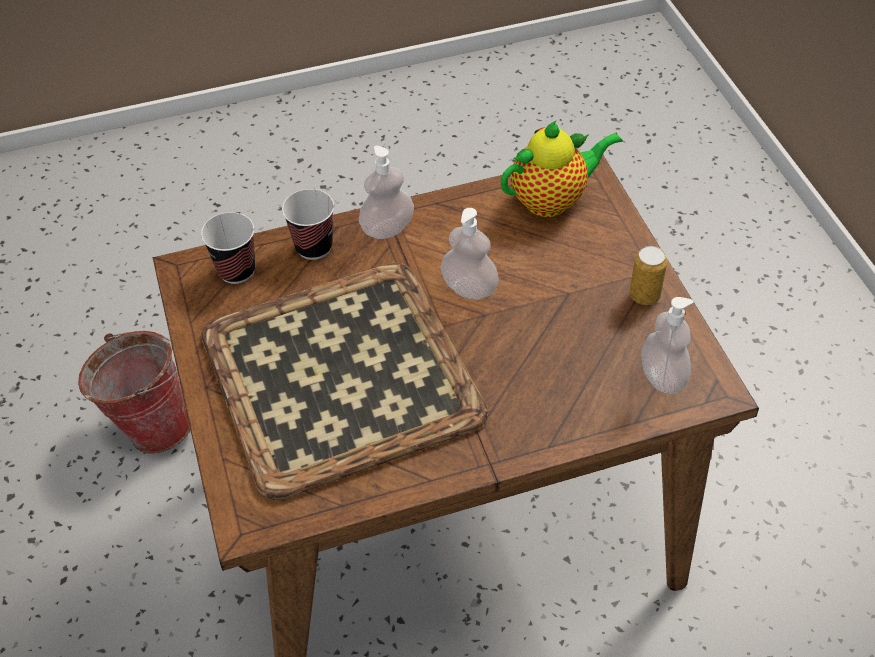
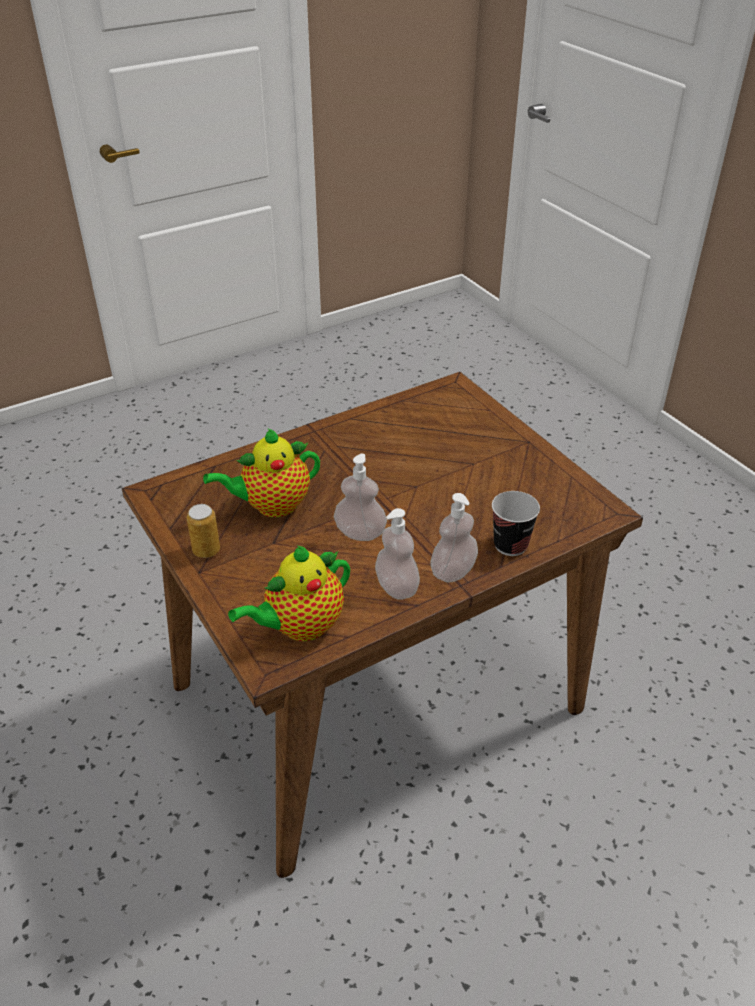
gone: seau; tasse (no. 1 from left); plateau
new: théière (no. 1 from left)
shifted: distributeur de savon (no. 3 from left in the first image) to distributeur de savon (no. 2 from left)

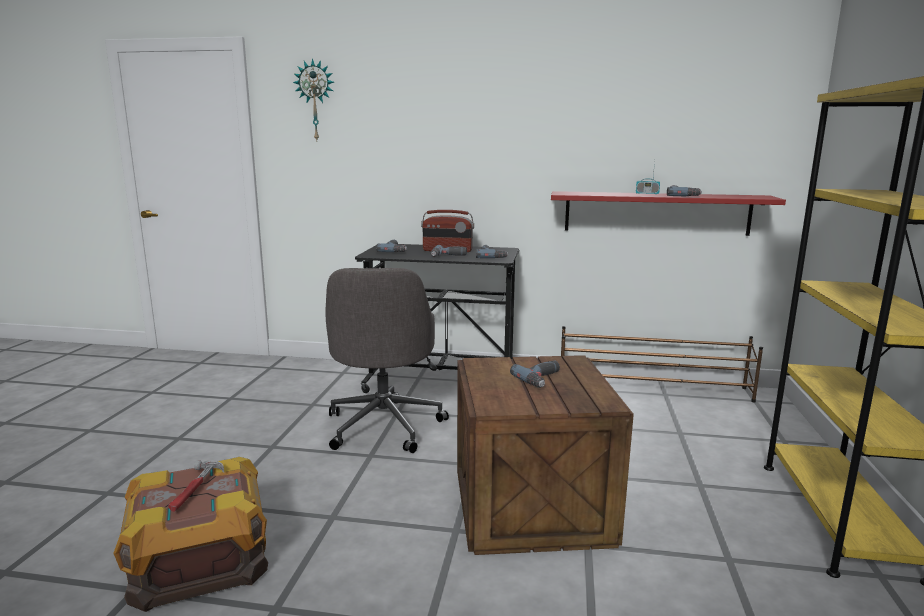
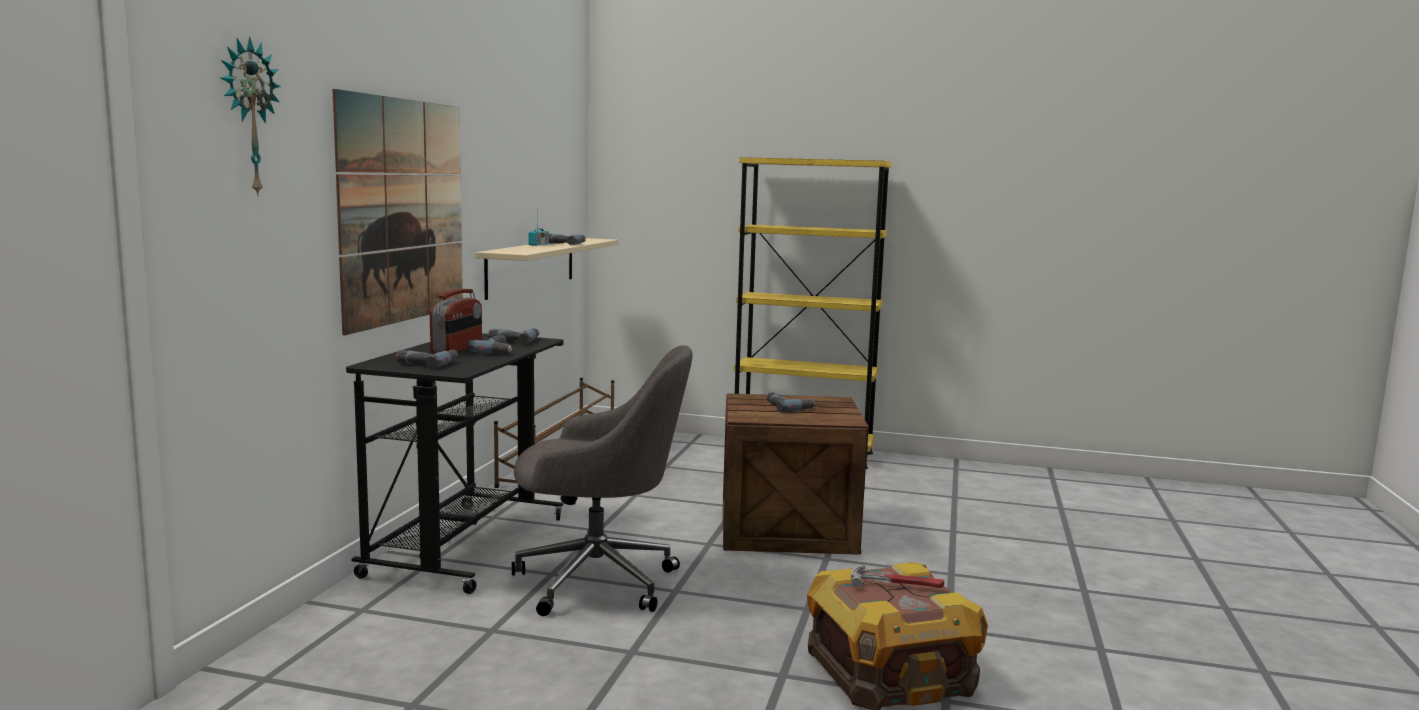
new: tableau
repainted: étagère (rouge) to étagère (beige)

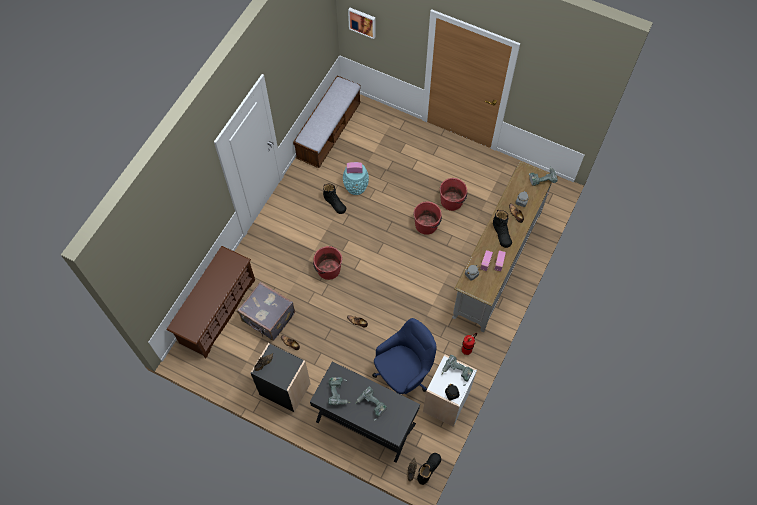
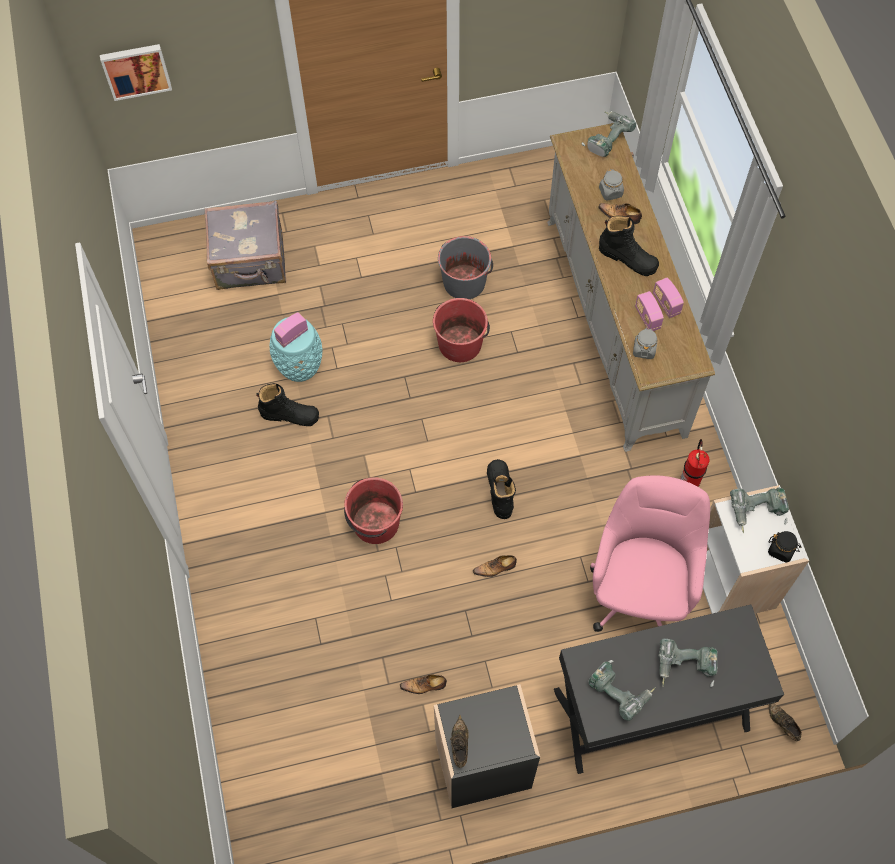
gone: étagère à chaussures (marron); banc
shifted: valise (gris); botte (noir) (no. 2 from left)
repainted: chaise de bureau (bleu) to chaise de bureau (rose); seau (rouge) (no. 3 from left) to seau (gris)

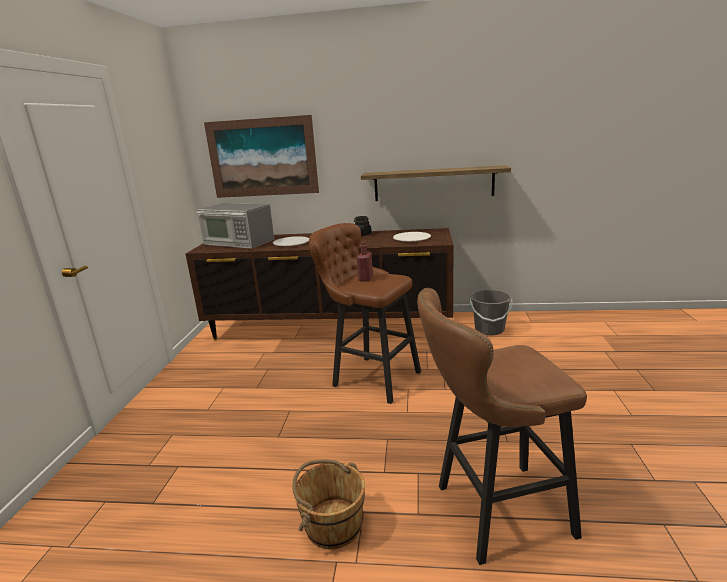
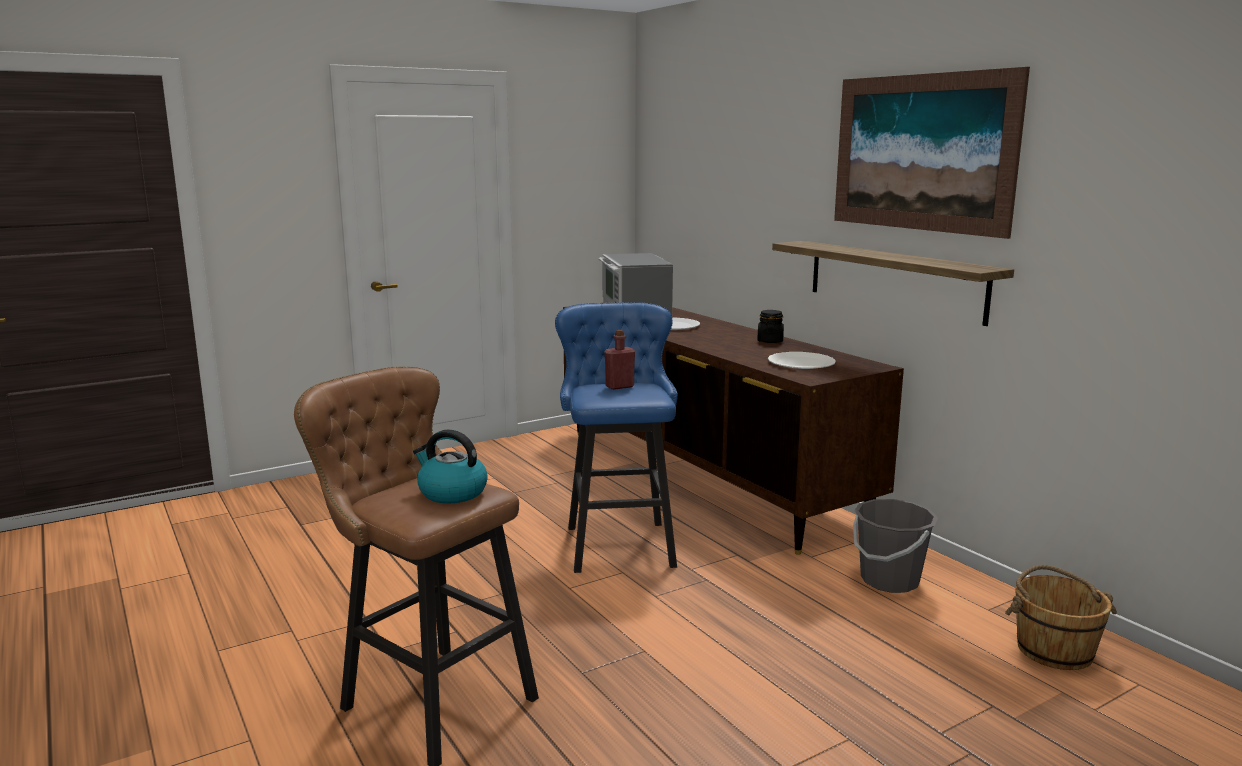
new: bouilloire
shifted: tableau; seau (marron)
repainted: tabouret (marron) (no. 1 from left) to tabouret (bleu)

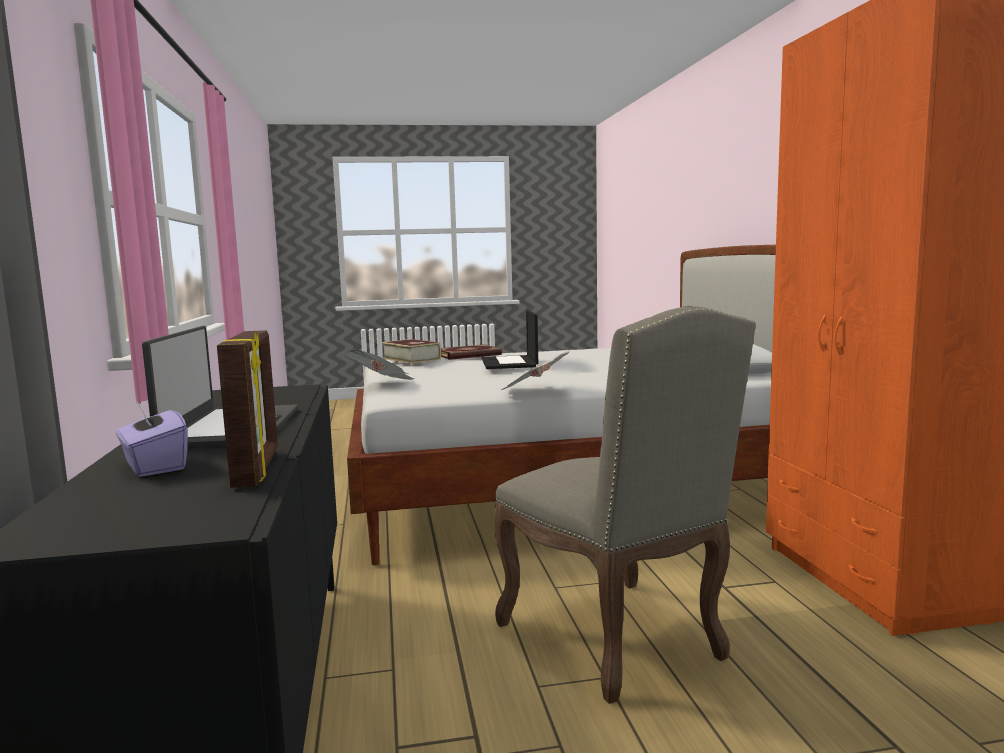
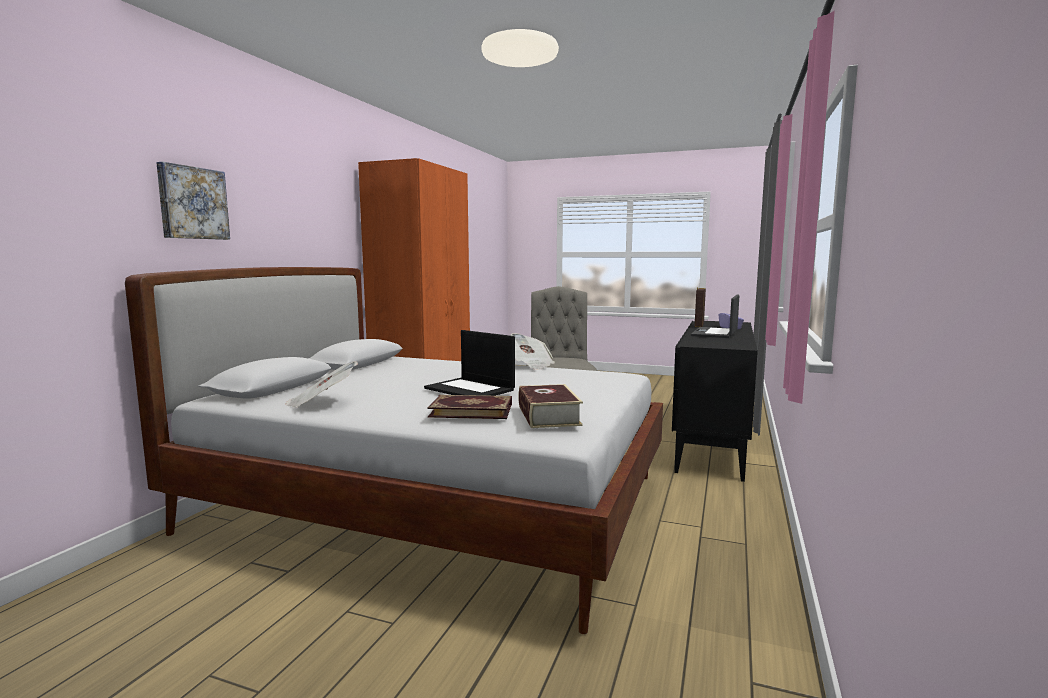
new: tableau
shifted: journal (no. 1 from left)
rotated: ordinateur portable (no. 2 from left in the first image) 105 degrees clockwise

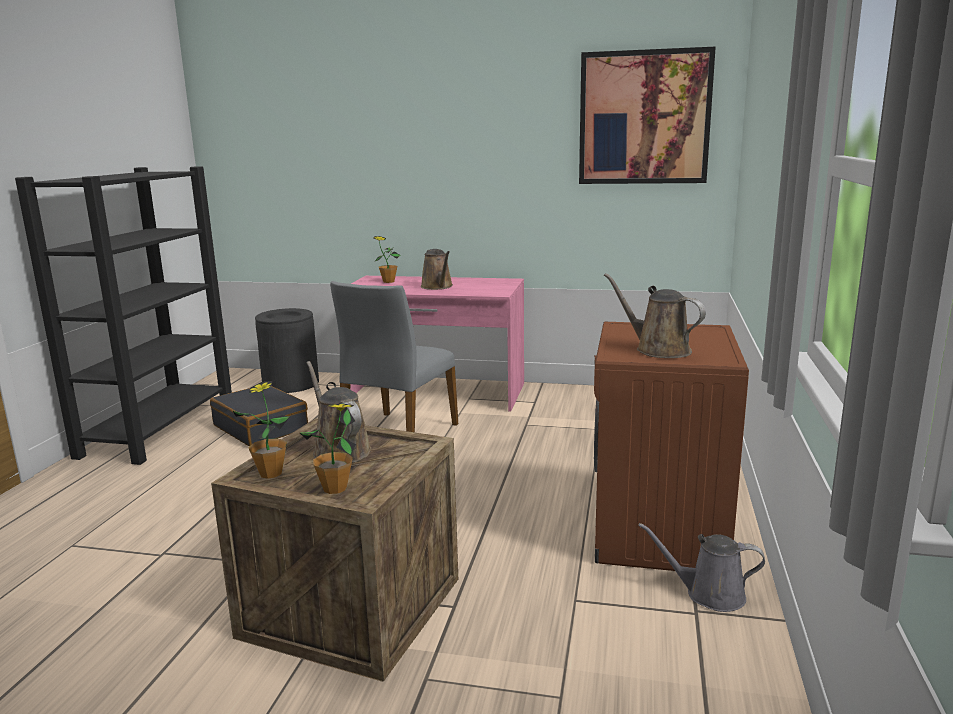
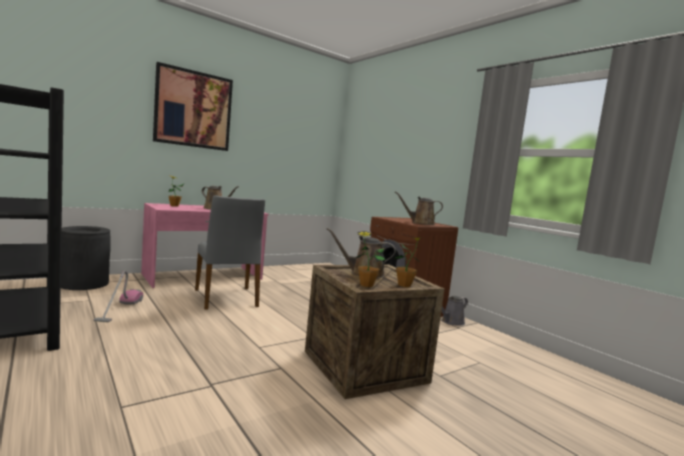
shifted: tableau
swapped: valise (noir) to aspirateur

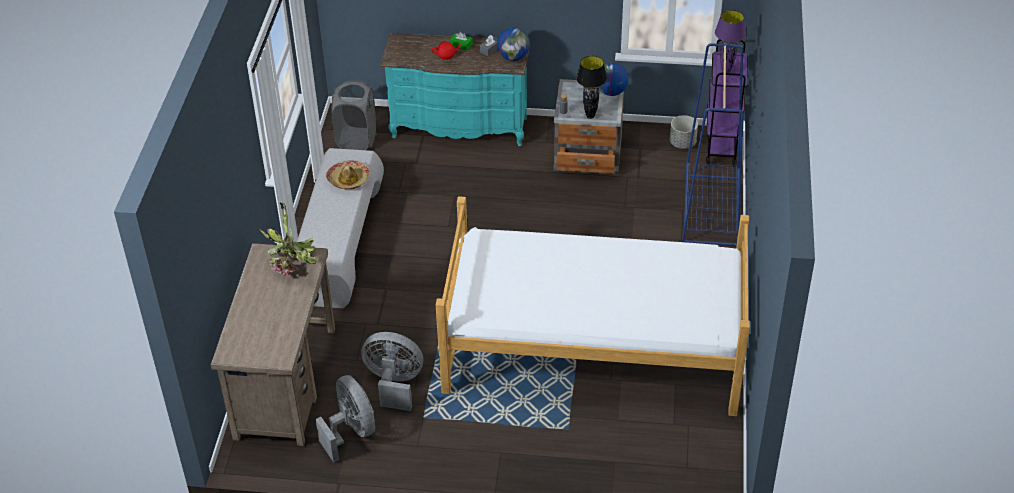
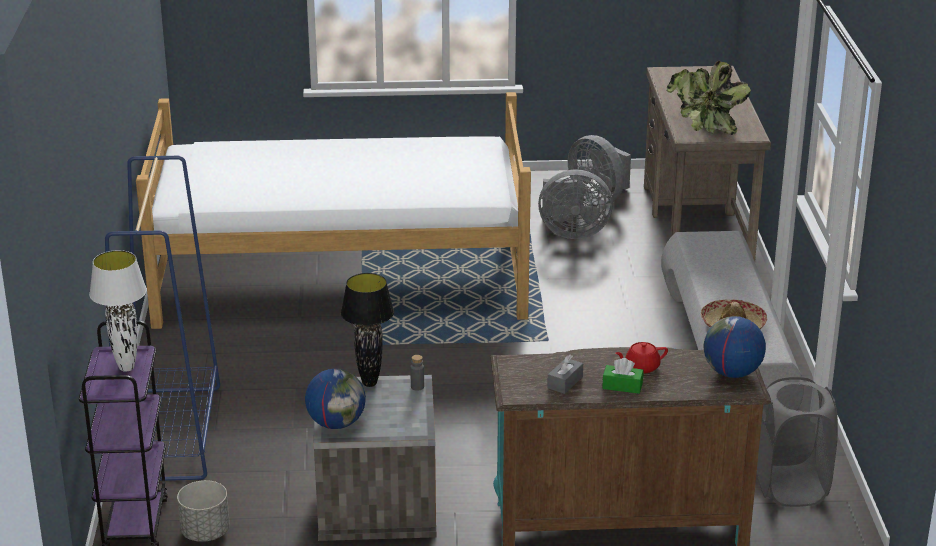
shifted: globe (no. 1 from left in the first image) to globe (no. 2 from left)
repainted: lampe de table (violet) to lampe de table (blanc)

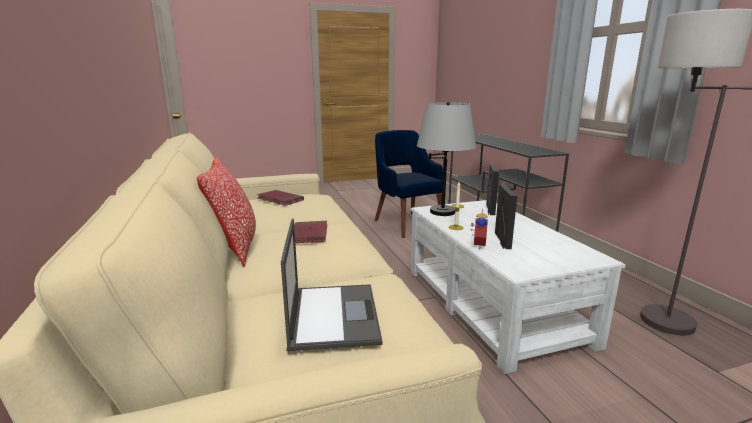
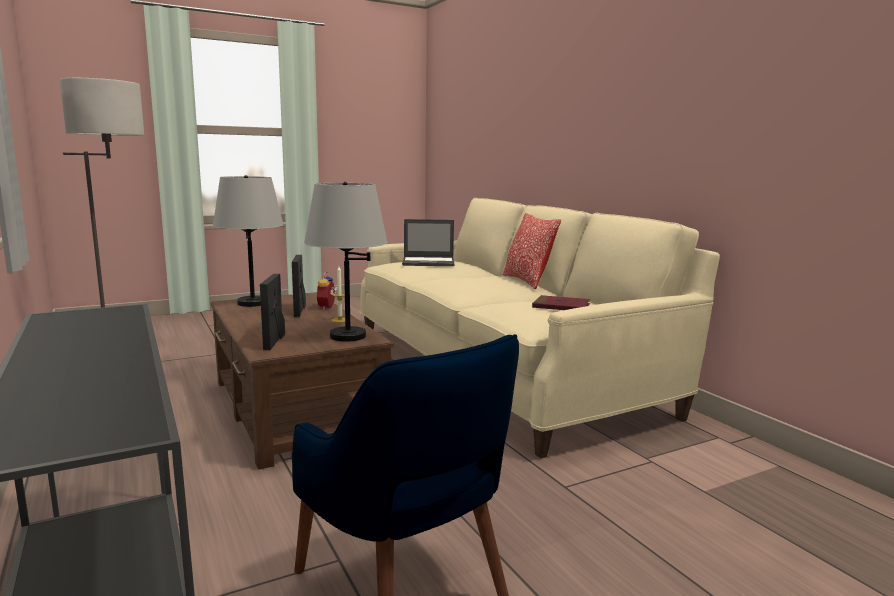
gone: livre (rouge) (no. 2 from left)
new: lampe de table (gris) (no. 1 from left)
repainted: table basse (blanc) to table basse (marron)
rotated: ordinateur portable 75 degrees counterclockwise

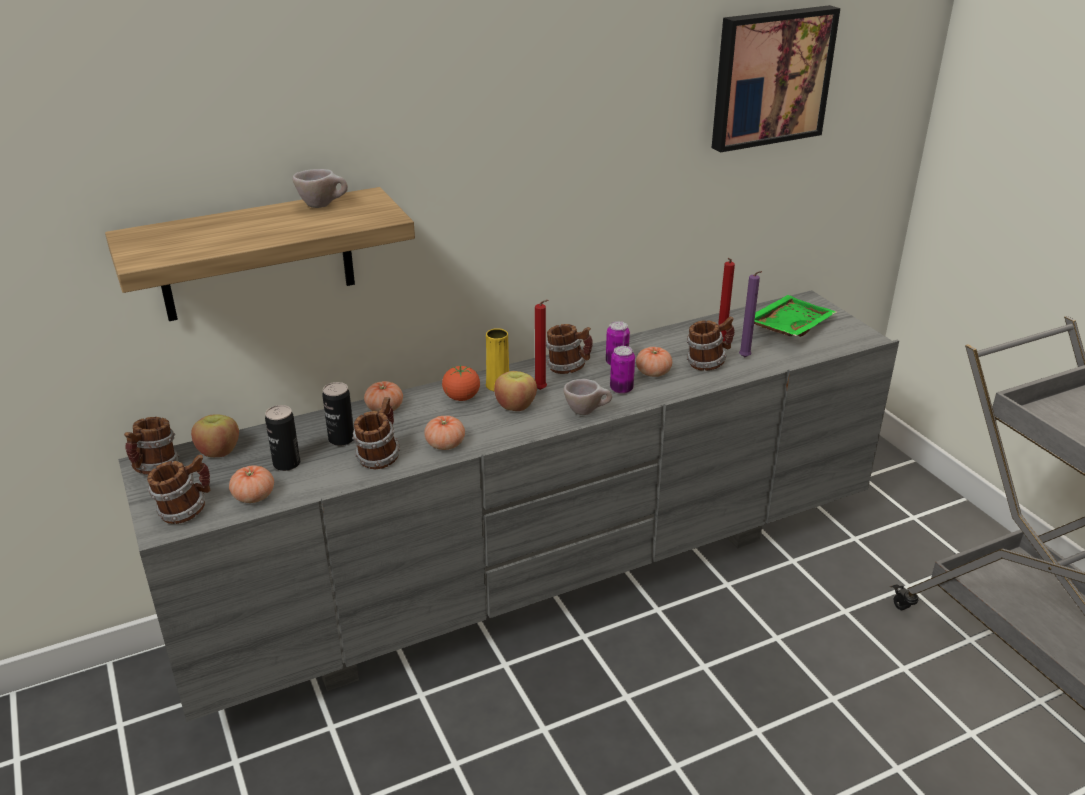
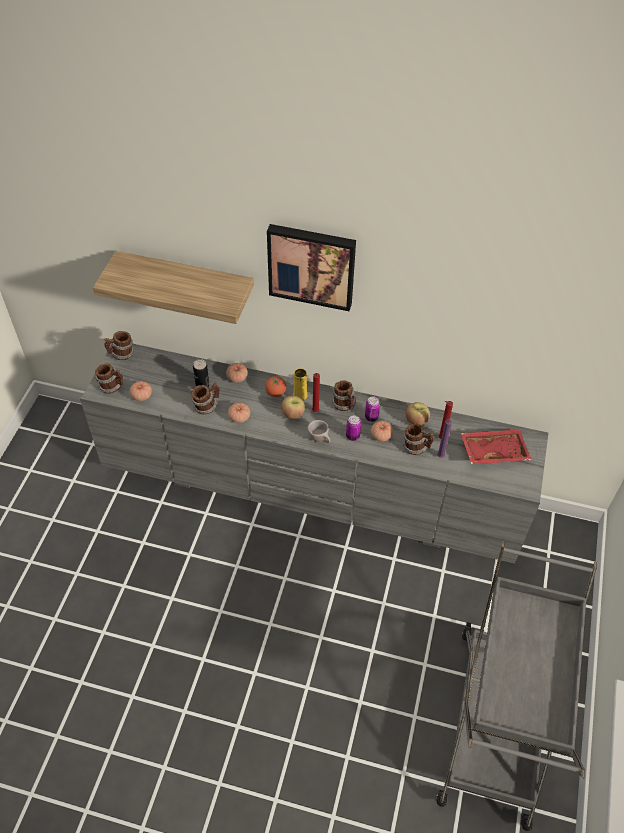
gone: boîte métallique (no. 1 from left); tasse (beige) (no. 1 from left)
shifted: pomme (no. 1 from left in the first image) to pomme (no. 2 from left); tableau
repainted: plateau (vert) to plateau (rouge)

